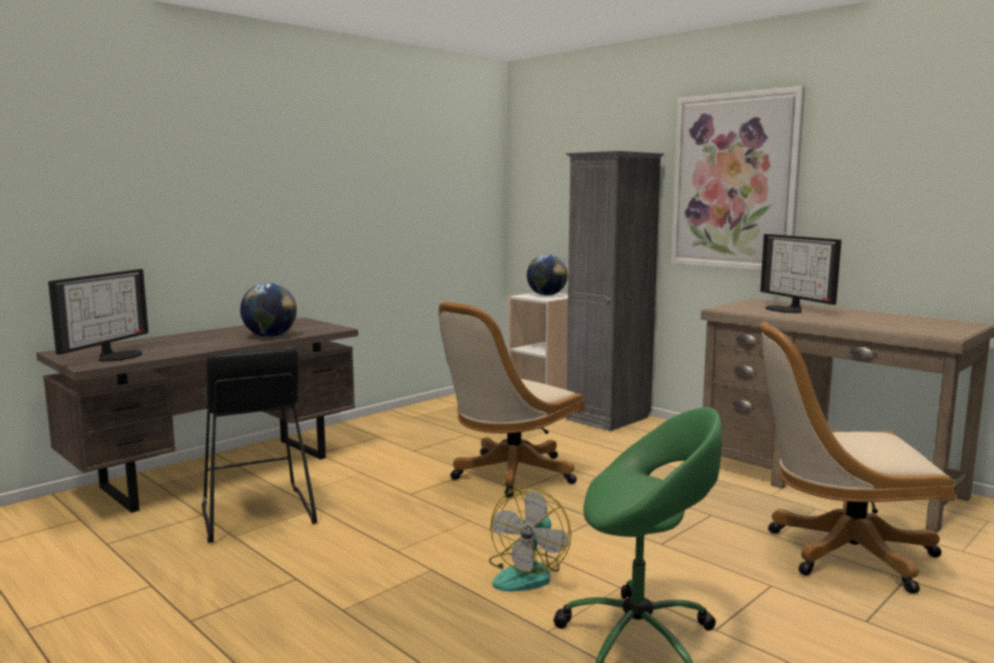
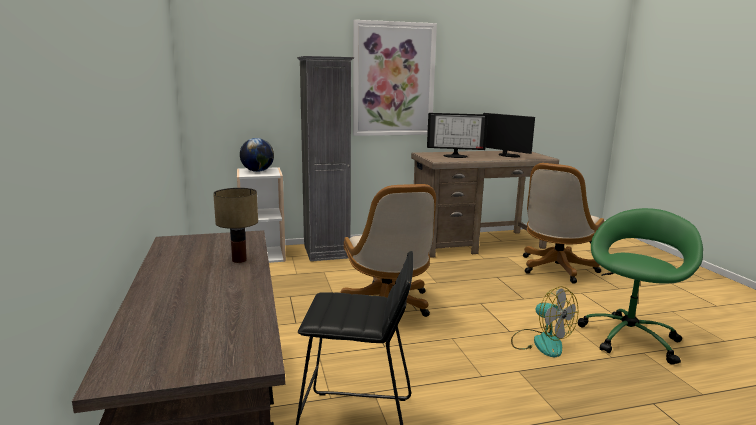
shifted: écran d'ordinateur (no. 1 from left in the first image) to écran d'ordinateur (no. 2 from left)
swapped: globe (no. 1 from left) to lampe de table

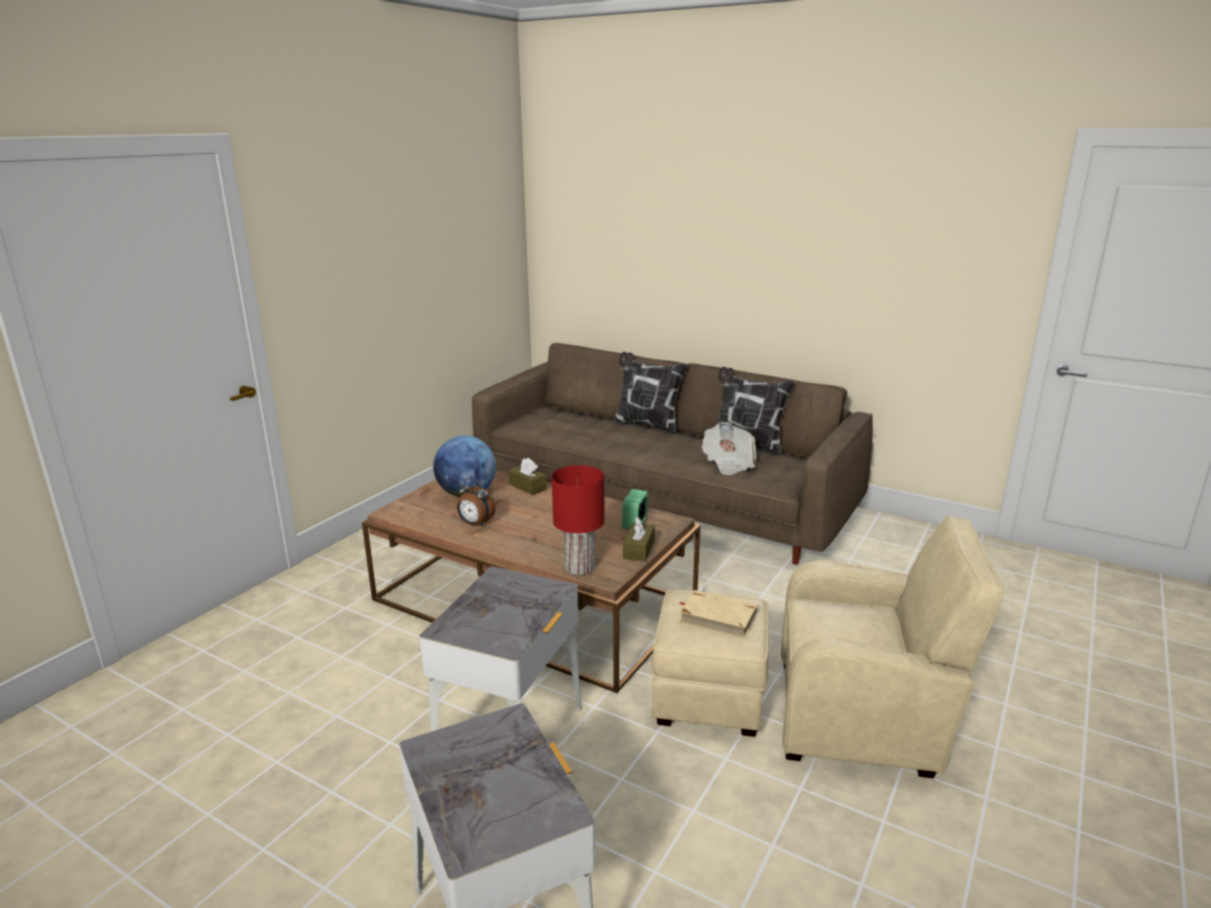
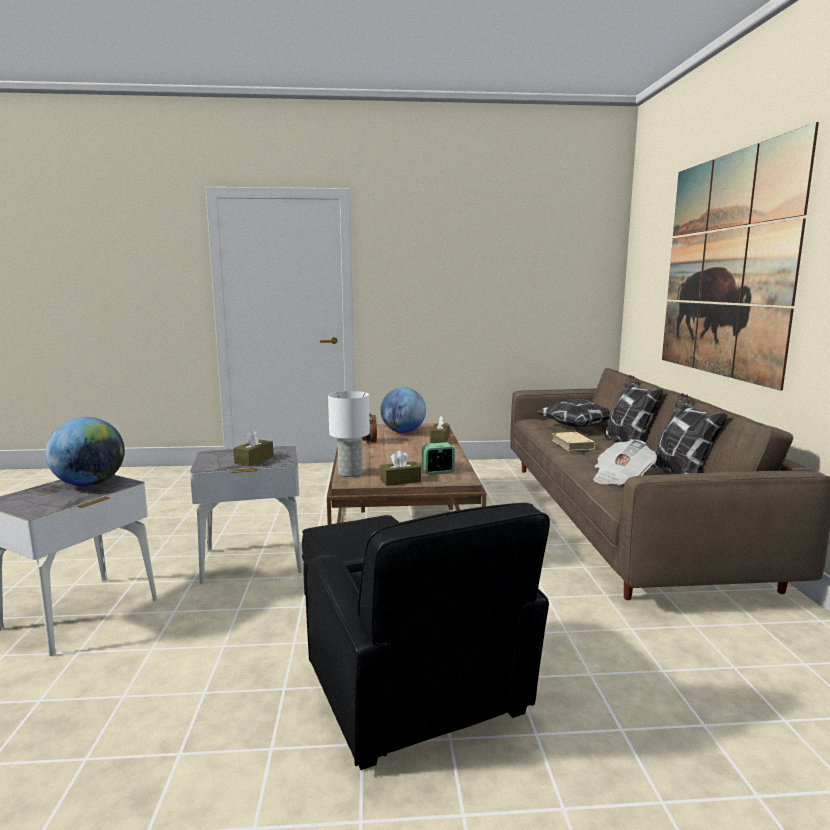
new: globe (no. 1 from left); boîte à mouchoirs (marron) (no. 1 from left); coussin (no. 1 from left); tableau
shifted: livre (beige)
repainted: lampe de table (rouge) to lampe de table (blanc); fauteuil (beige) to fauteuil (noir)

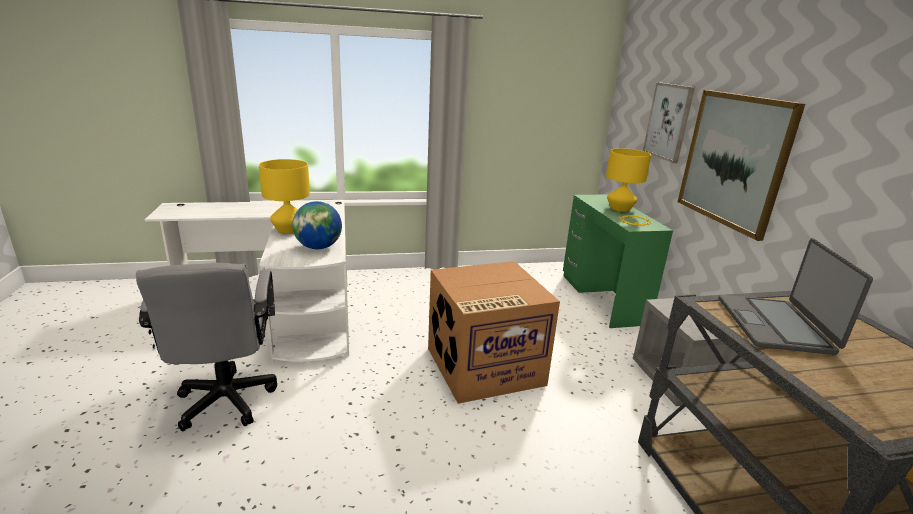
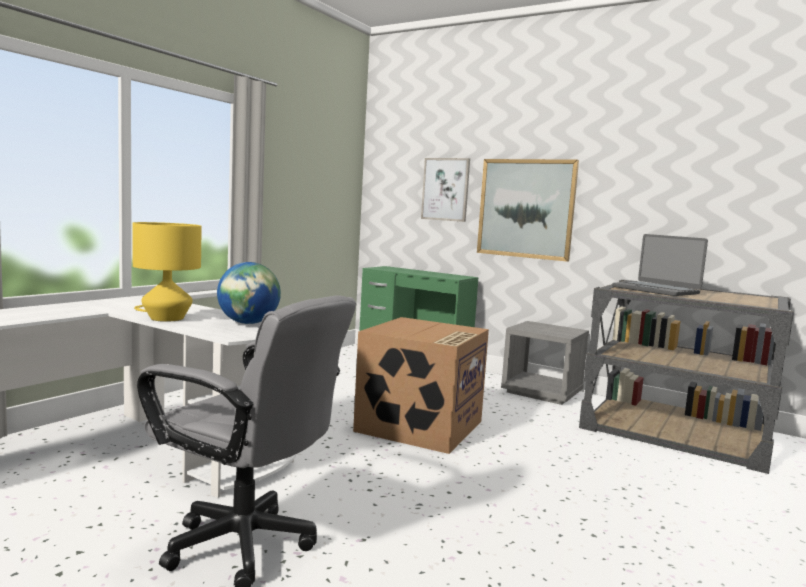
gone: lampe de table (jaune) (no. 2 from left)

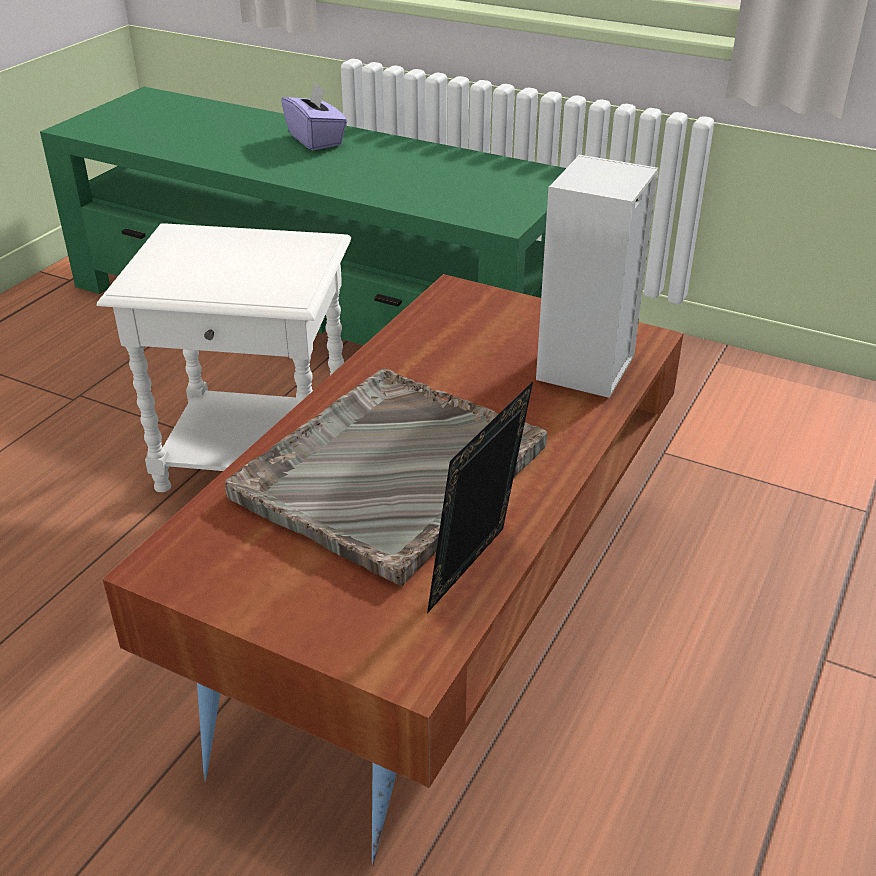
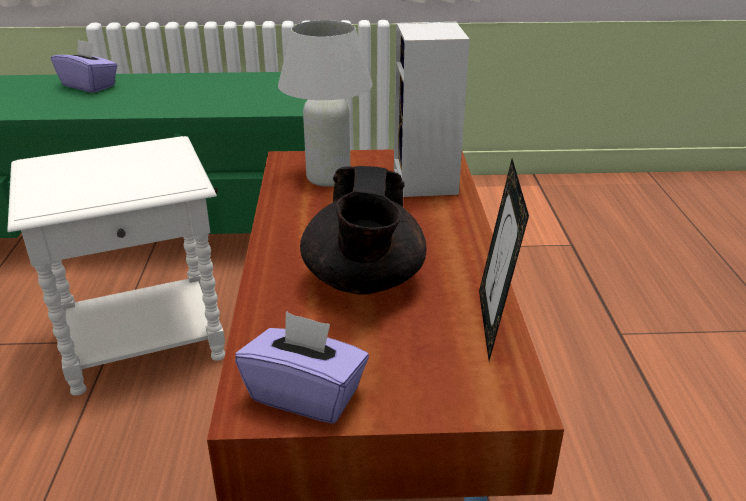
new: boîte à mouchoirs (violet) (no. 2 from left); lampe de table (blanc)
swapped: plateau (gris) to théière (noir)

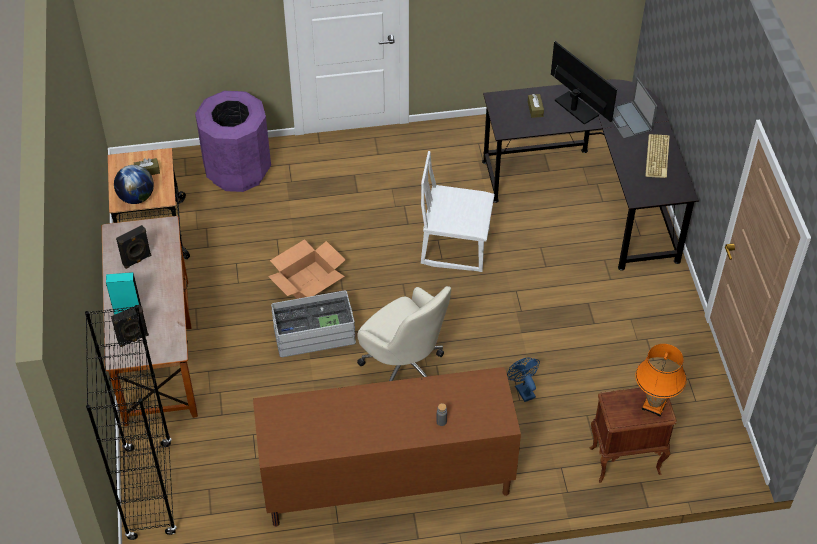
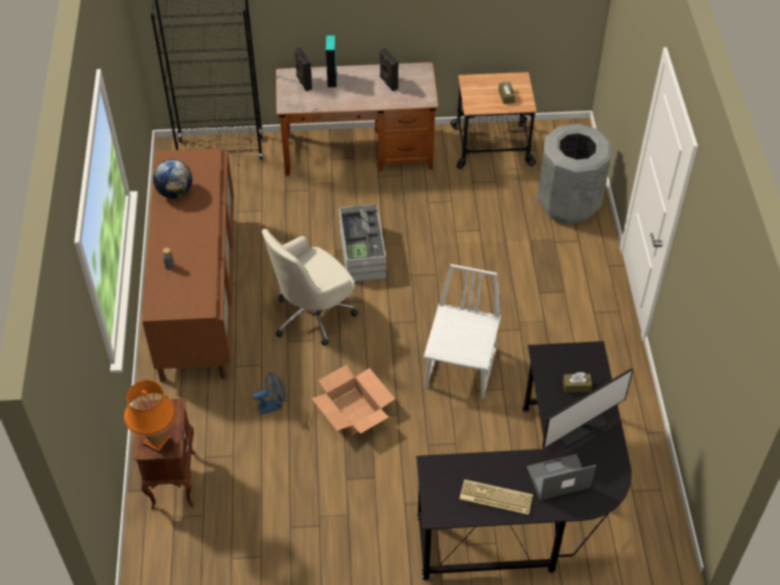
shifted: globe; carton
repainted: poubelle (violet) to poubelle (gris)

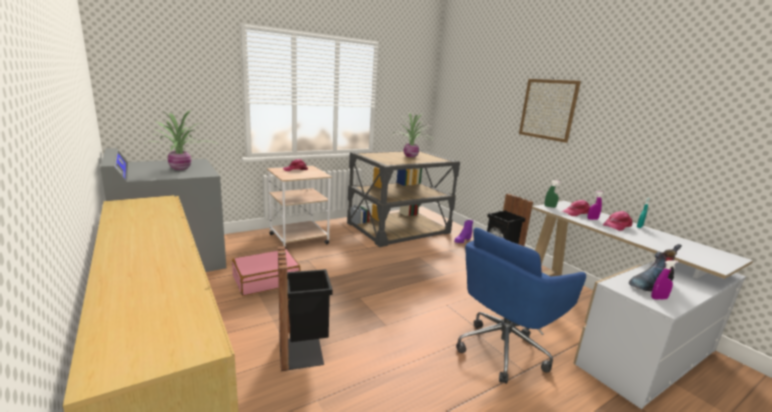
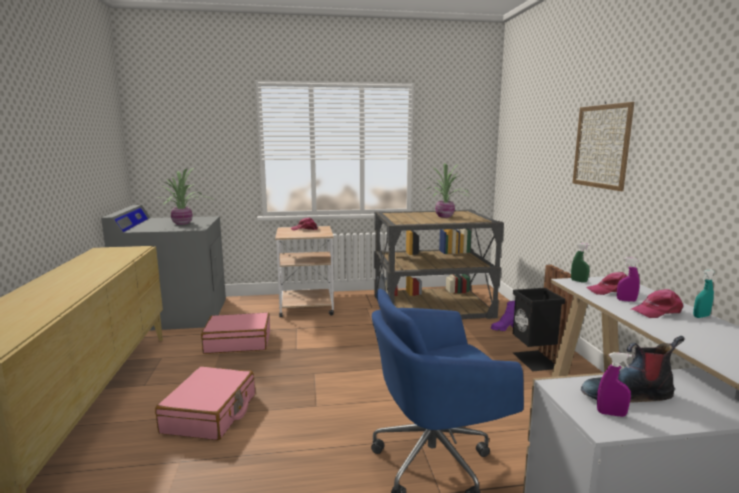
swapped: poubelle (noir) (no. 1 from left) to valise (rose) (no. 1 from left)

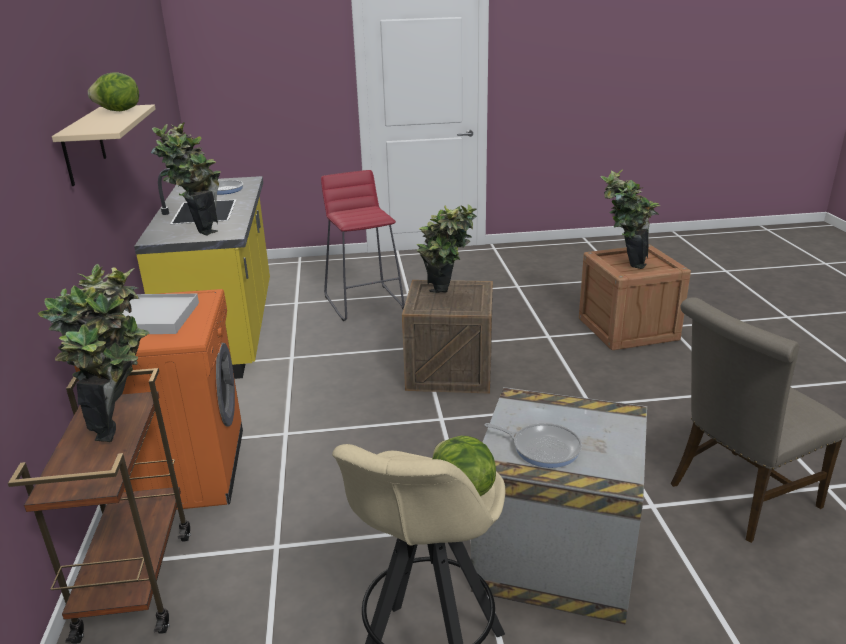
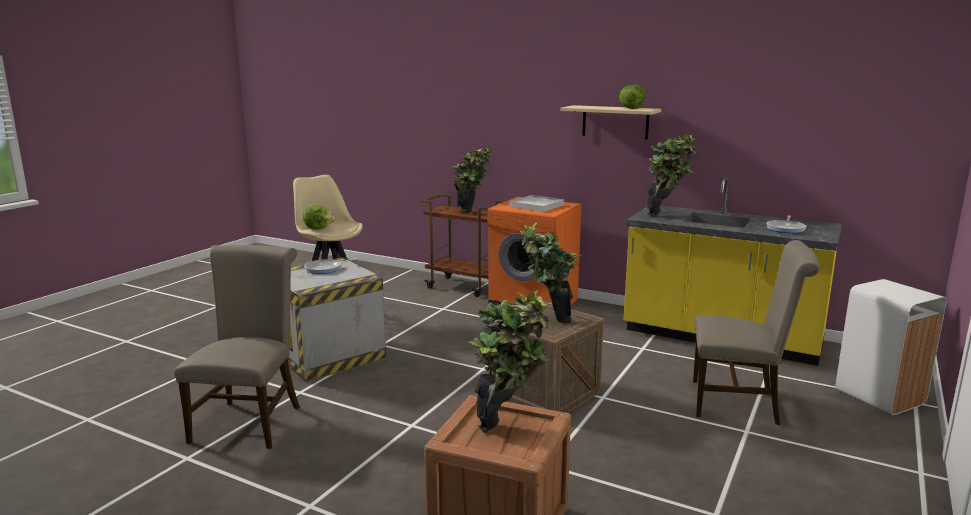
new: poubelle (blanc)
swapped: tabouret (rouge) to chaise (beige) (no. 2 from left)

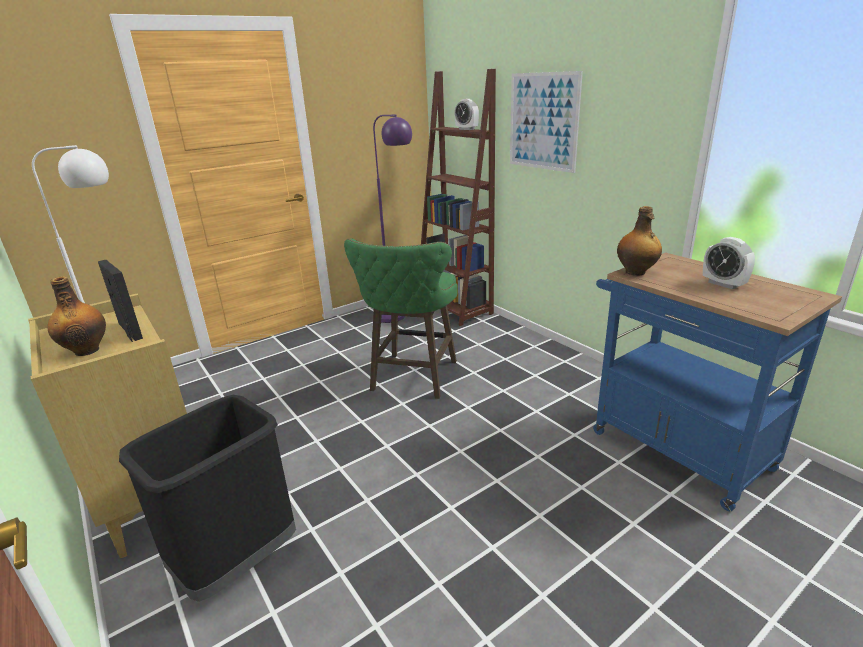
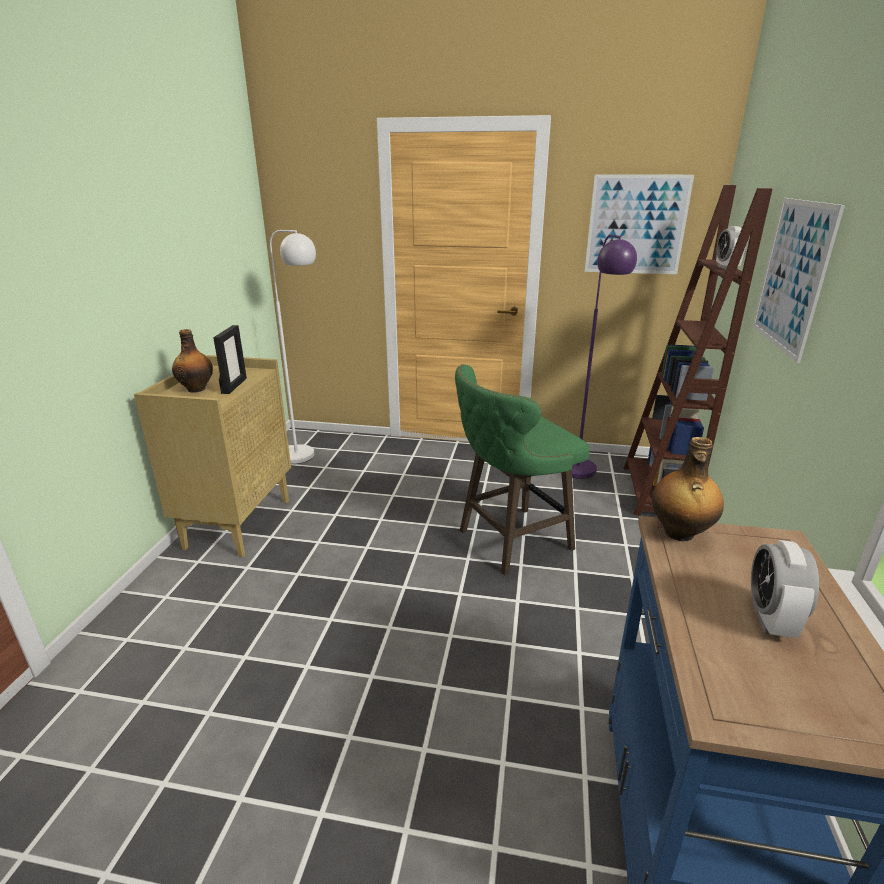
gone: poubelle (noir)
new: tableau (no. 1 from left)

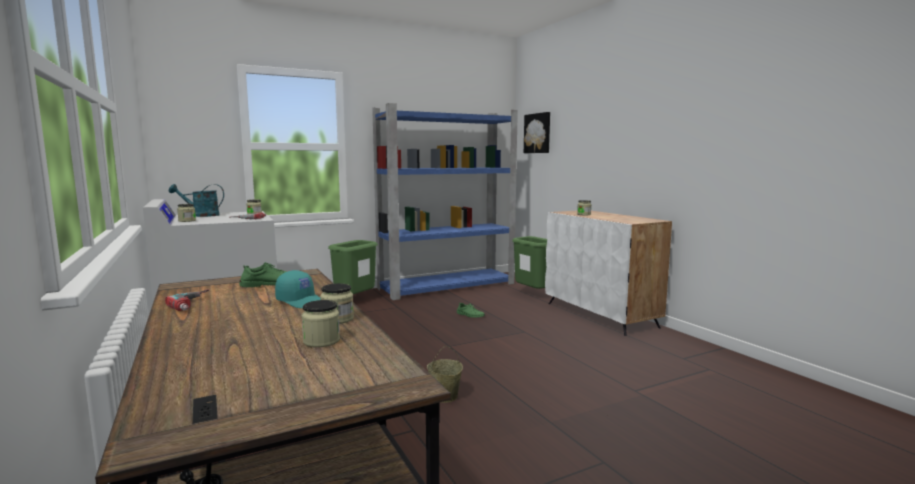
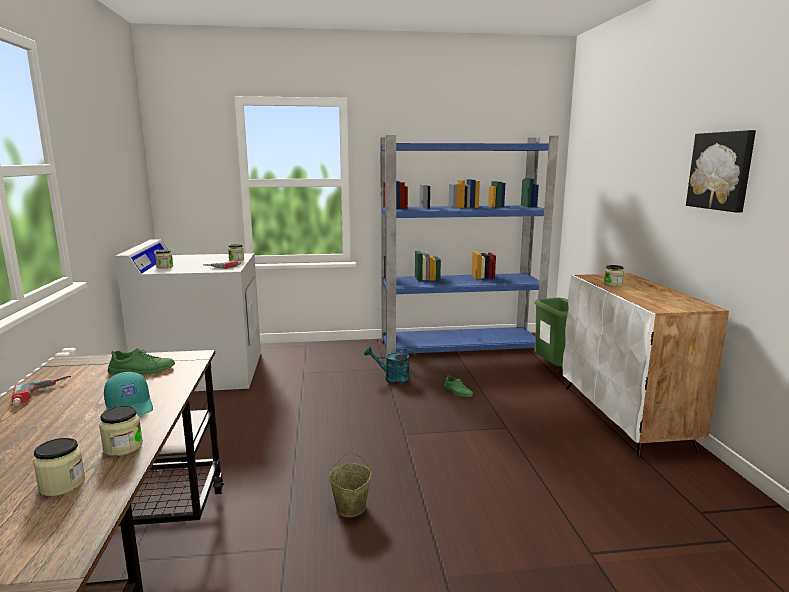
gone: poubelle (vert) (no. 1 from left)
shifted: arrosoir (turquoise); tableau

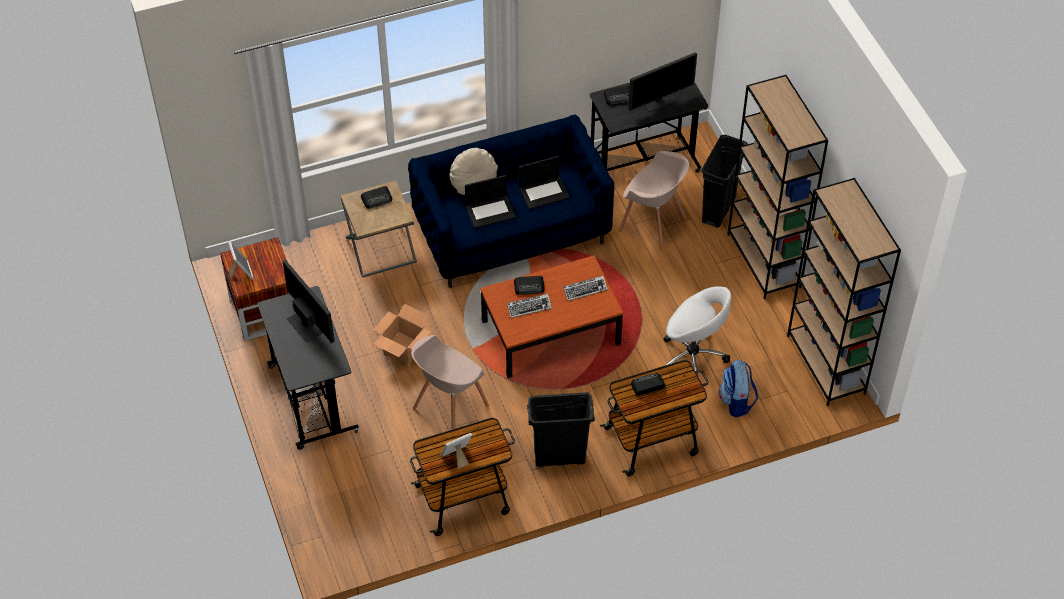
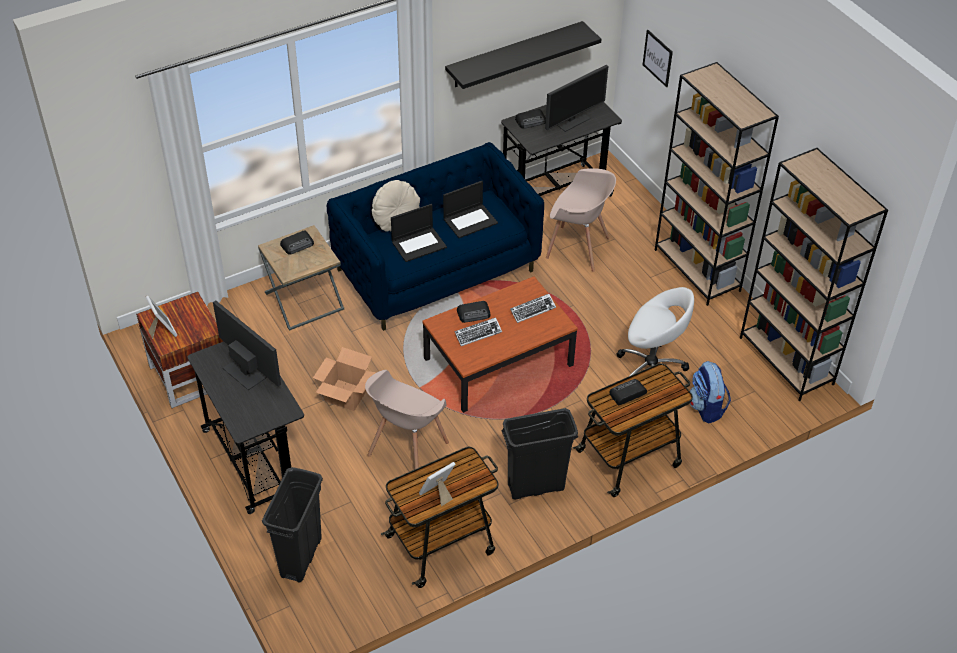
new: étagère (noir); tableau
shifted: poubelle (noir) (no. 2 from left in the first image) to poubelle (noir) (no. 1 from left)

